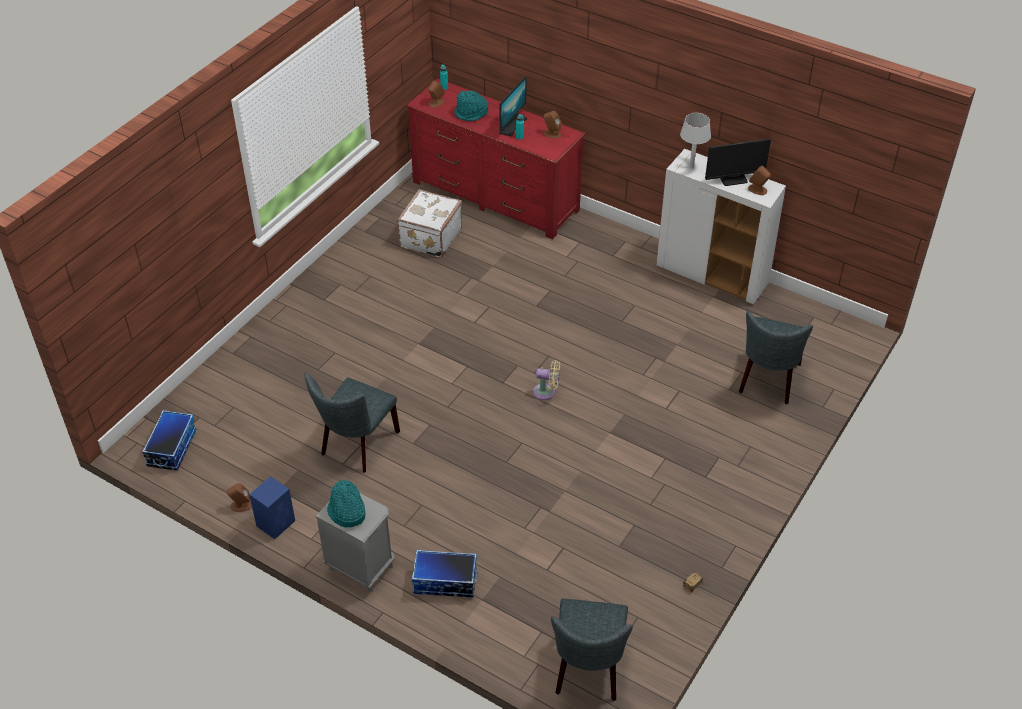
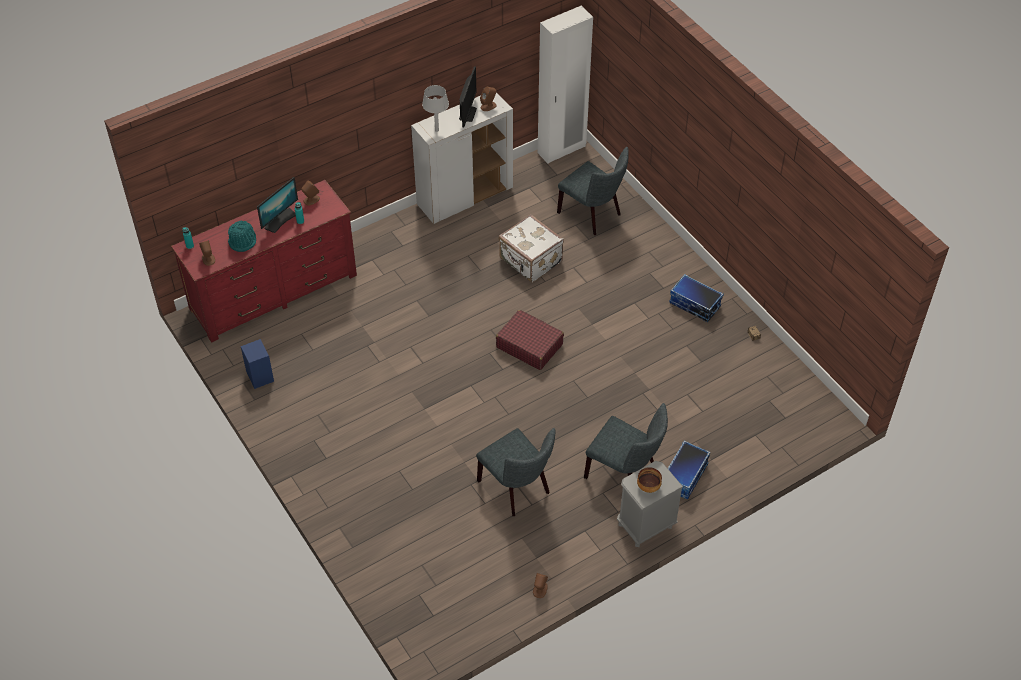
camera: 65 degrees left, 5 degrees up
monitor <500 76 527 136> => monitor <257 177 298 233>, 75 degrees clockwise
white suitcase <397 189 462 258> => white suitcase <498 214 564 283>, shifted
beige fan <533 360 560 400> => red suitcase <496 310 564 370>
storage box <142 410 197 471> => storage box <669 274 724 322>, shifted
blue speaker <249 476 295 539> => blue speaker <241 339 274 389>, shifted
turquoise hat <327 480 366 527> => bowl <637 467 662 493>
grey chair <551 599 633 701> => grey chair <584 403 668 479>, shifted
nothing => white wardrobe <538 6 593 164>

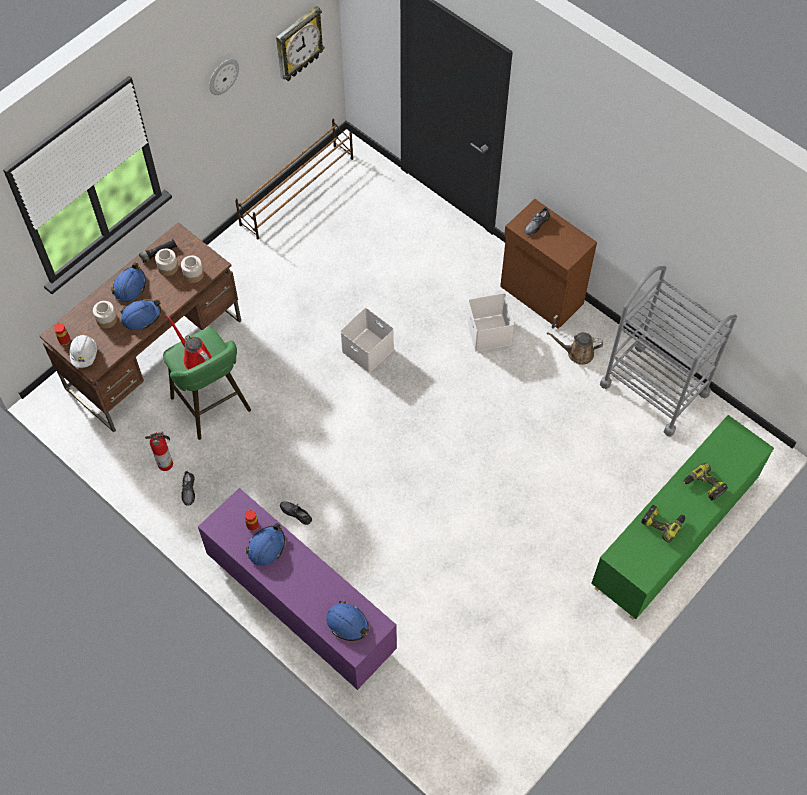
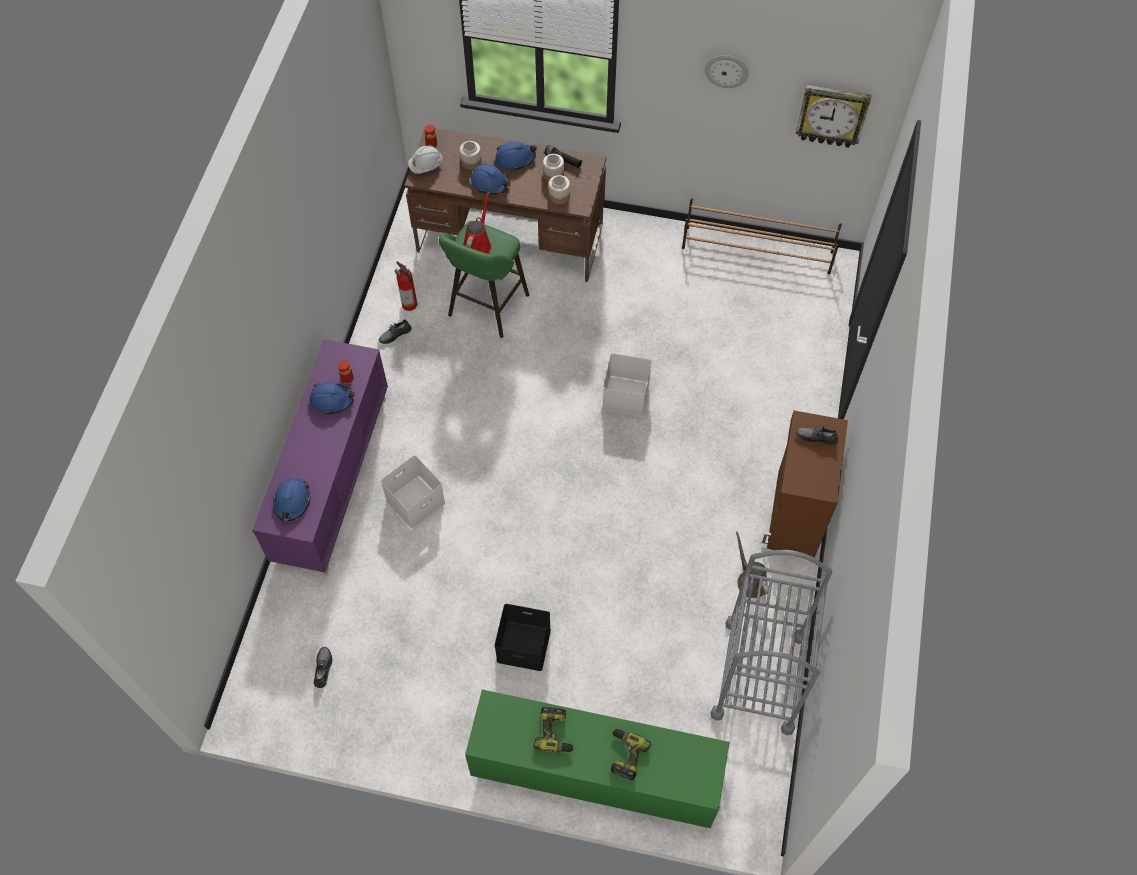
camera: 60 degrees right, 0 degrees up
white storage box <467 293 514 352> => white storage box <381 455 445 529>, shifted
grey shoe <280 501 312 525> => grey shoe <314 647 332 688>, shifted
nothing => black storage box <495 604 551 671>

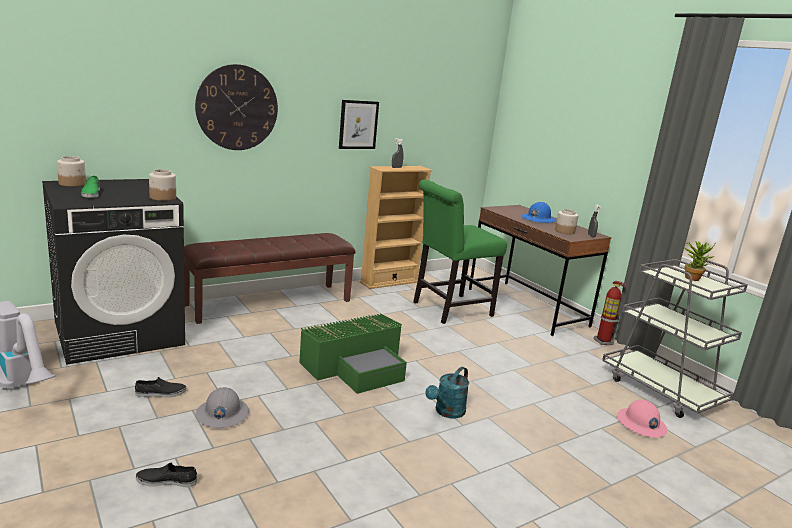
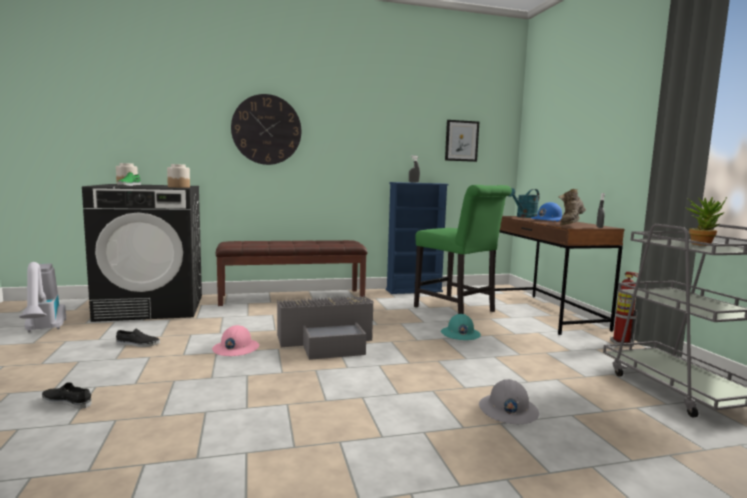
camera: 20 degrees right, 10 degrees down
picture <339 100 379 149> => picture <445 120 479 162>, shifted
beige bookcase <360 166 432 289> => blue bookcase <386 182 449 294>
green chair <413 179 507 324> => green chair <414 185 512 314>, 120 degrees counterclockwise
jar <555 209 578 234> => brown boot <559 189 586 225>
green storage box <299 313 407 394> => grey storage box <277 296 374 360>
turquoise watering can <425 367 469 418> => turquoise watering can <509 188 539 218>, shifted
grey hard hat <196 387 249 428> => grey hard hat <479 379 539 424>, shifted
pink hard hat <617 400 667 438> => pink hard hat <212 325 259 356>, shifted
nothing => turquoise hard hat <441 314 481 340>

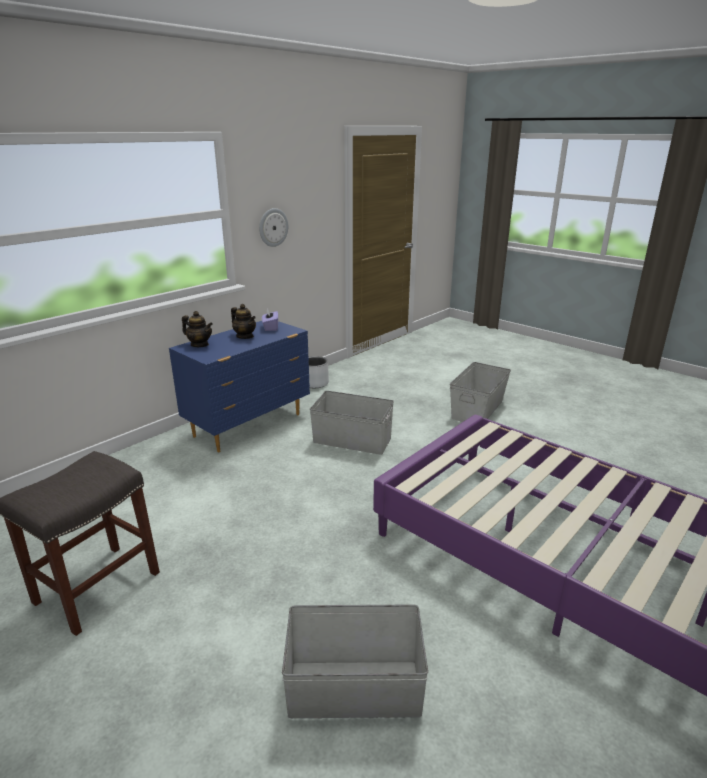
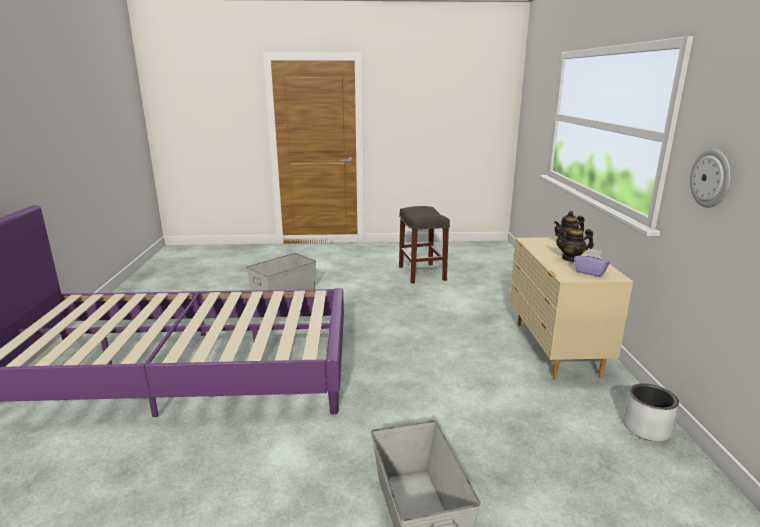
camera: 135 degrees right, 5 degrees down
blue dresser <169 321 310 452> => beige dresser <509 237 633 380>
grey storage box <310 391 394 455> => nothing

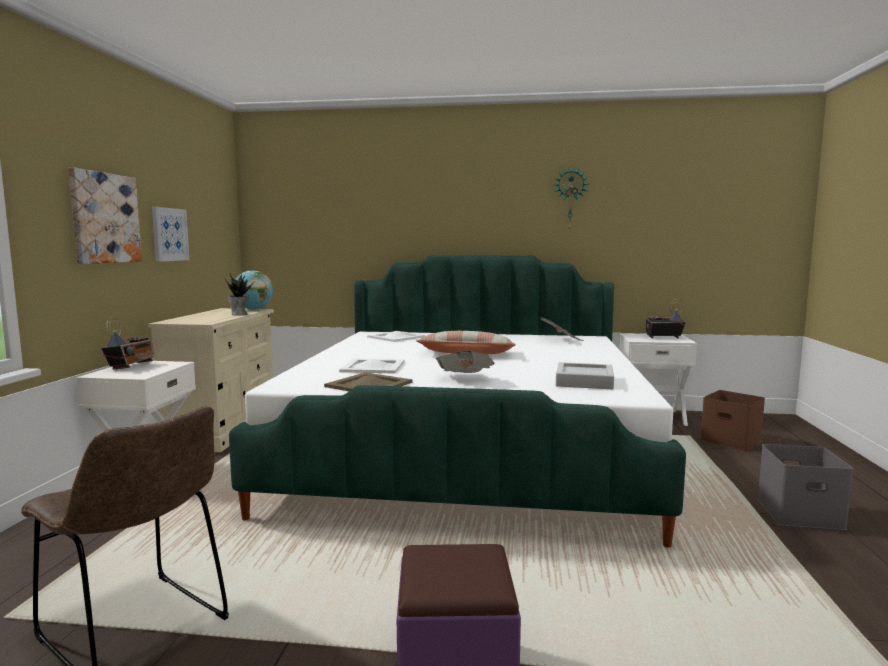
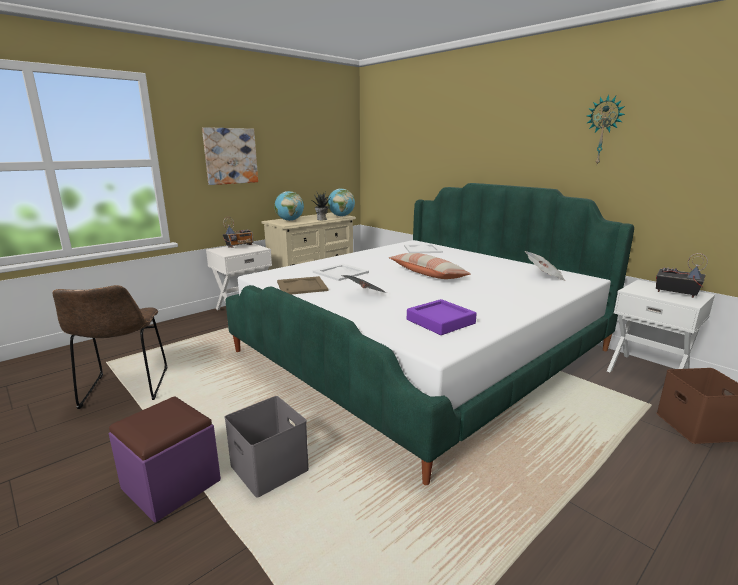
camera: 40 degrees right, 10 degrees up
picture <152 207 189 262> => nothing
grey tray <556 362 614 389> => purple tray <407 299 477 335>
grey storage box <757 444 854 530> => grey storage box <225 396 309 498>, shifted
nothing => globe <274 191 304 221>

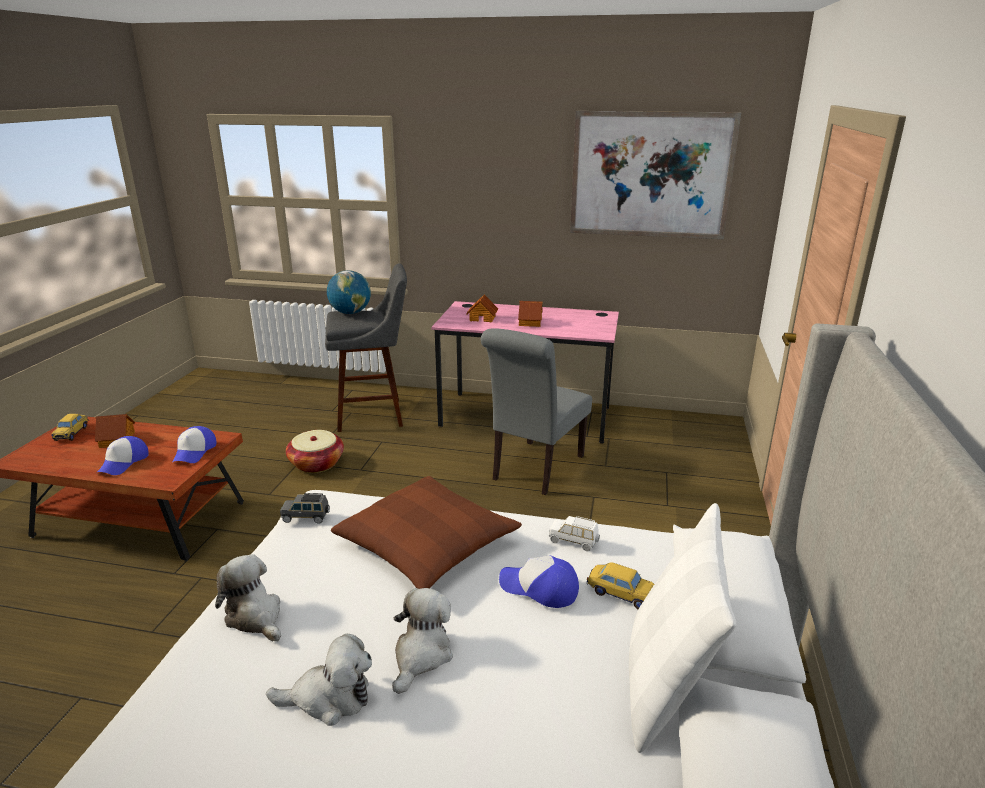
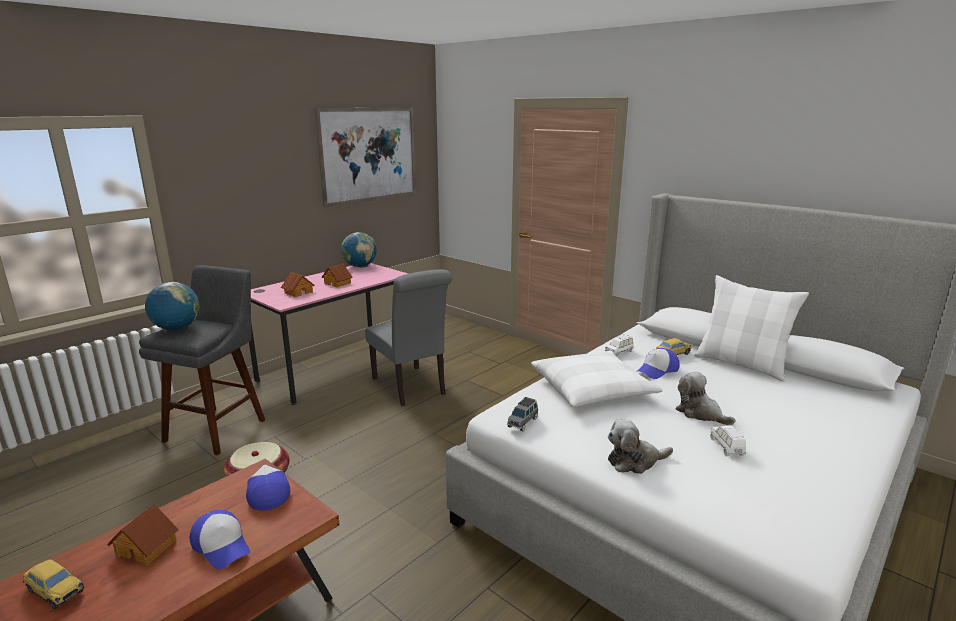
camera: 60 degrees left, 5 degrees down
cap <172 426 216 463> => cap <246 465 290 511>, 150 degrees counterclockwise
brown pillow <331 476 522 589> => white pillow <531 351 663 407>
plush toy <266 634 372 726> => white toy car <710 426 746 456>
nothing => globe <341 232 377 267>

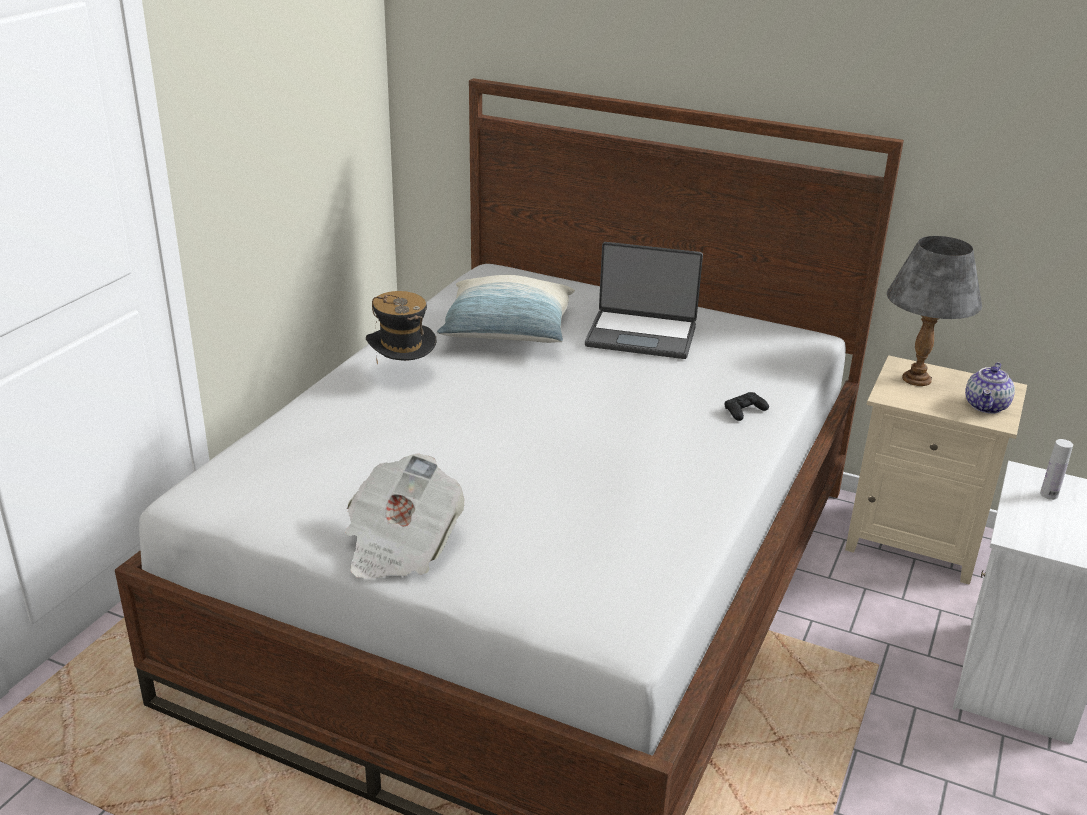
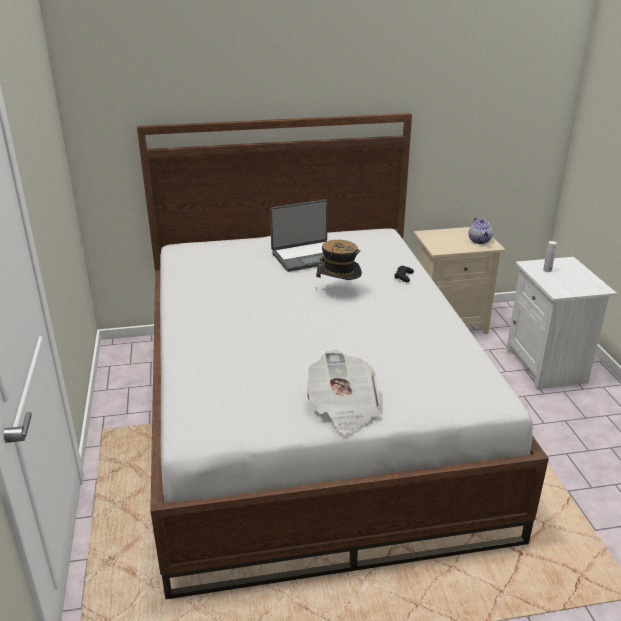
camera: 35 degrees left, 0 degrees up
grey table lamp <887 236 982 386> => nothing
pillow <437 275 575 343> => nothing
hat <366 291 437 365> => hat <316 240 362 291>, shifted

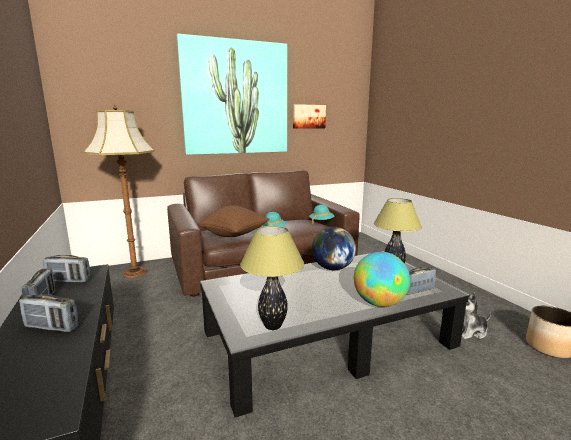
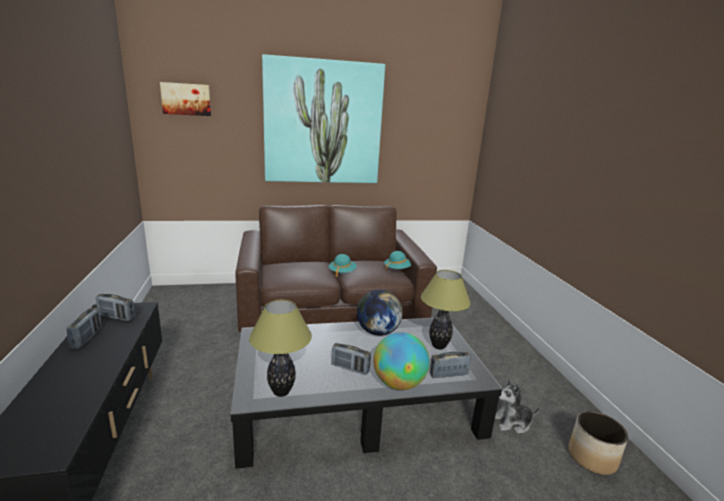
camera: 10 degrees right, 5 degrees up
picture <293 104 326 129> => picture <160 82 211 116>, shifted
floor lamp <83 105 155 278> => nothing
brown pillow <197 205 269 237> => nothing
radio <19 294 79 332> => radio <332 343 371 375>, shifted

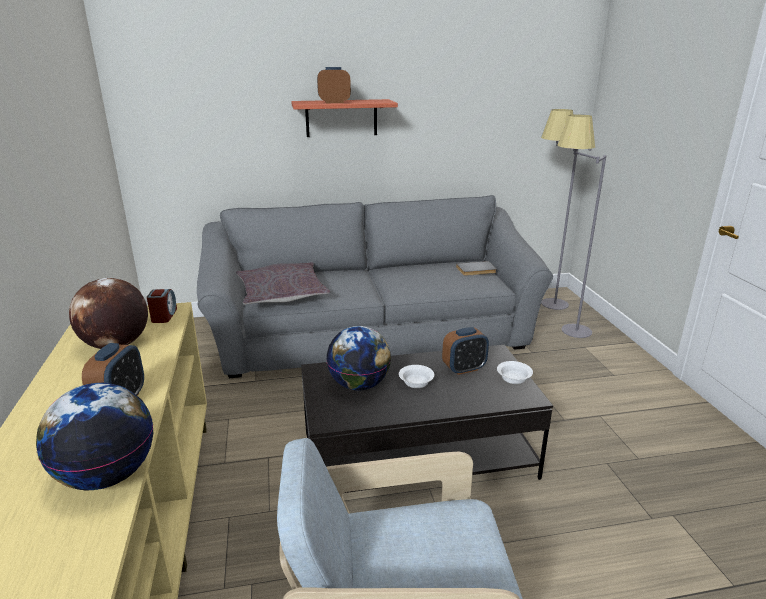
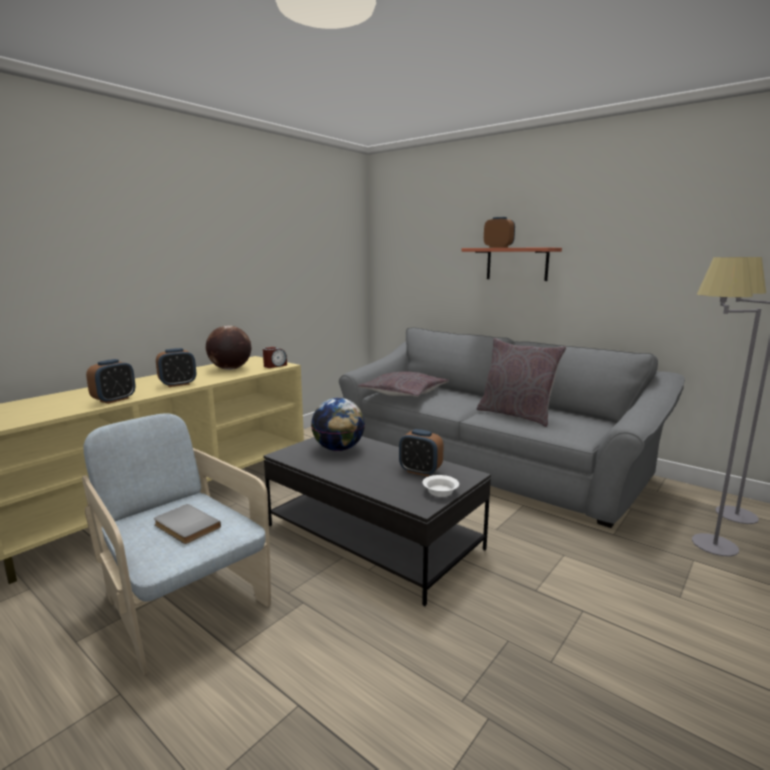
camera: 50 degrees right, 10 degrees down
grey book <456 261 497 276> => grey book <154 504 221 544>, shifted
white bowl <399 365 434 388> => nothing
globe <36 383 153 490> => alarm clock <86 359 135 404>
nothing => grey pillow <476 338 566 427>

